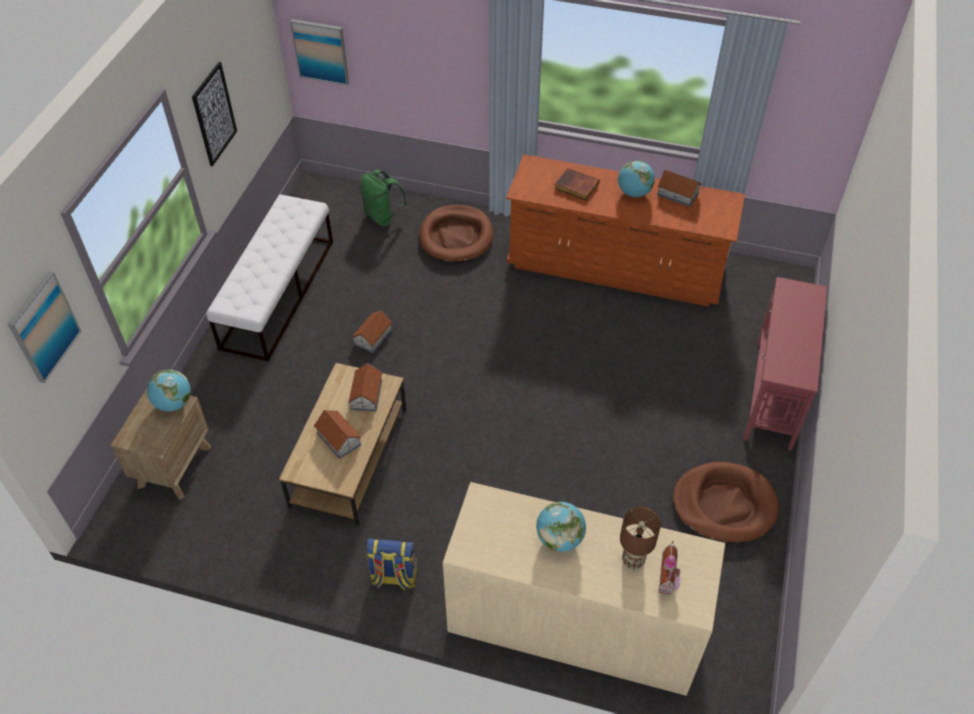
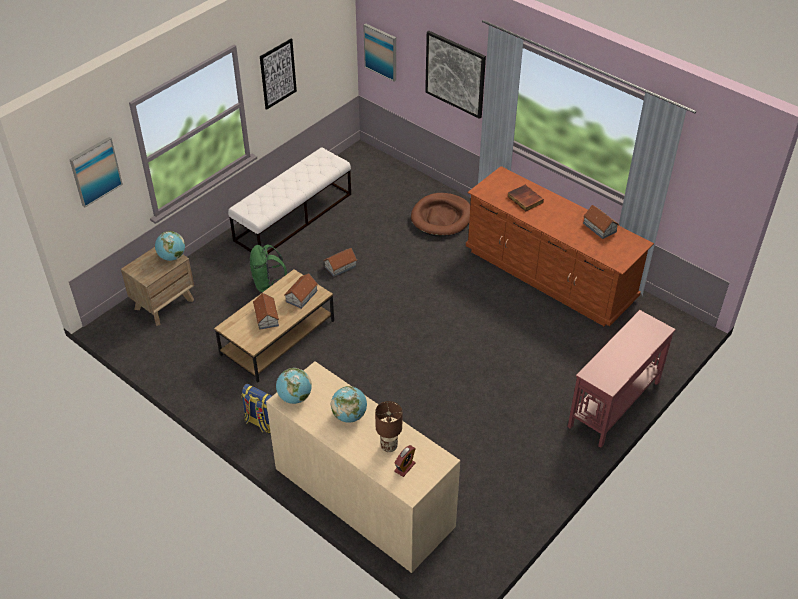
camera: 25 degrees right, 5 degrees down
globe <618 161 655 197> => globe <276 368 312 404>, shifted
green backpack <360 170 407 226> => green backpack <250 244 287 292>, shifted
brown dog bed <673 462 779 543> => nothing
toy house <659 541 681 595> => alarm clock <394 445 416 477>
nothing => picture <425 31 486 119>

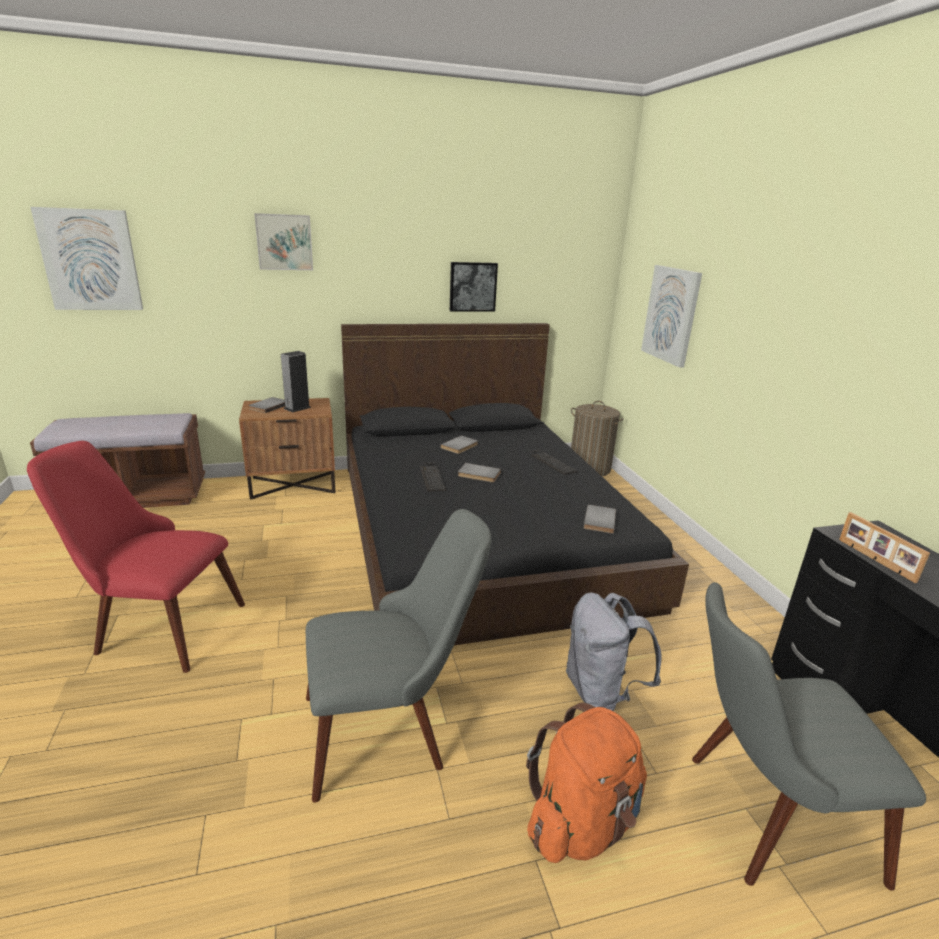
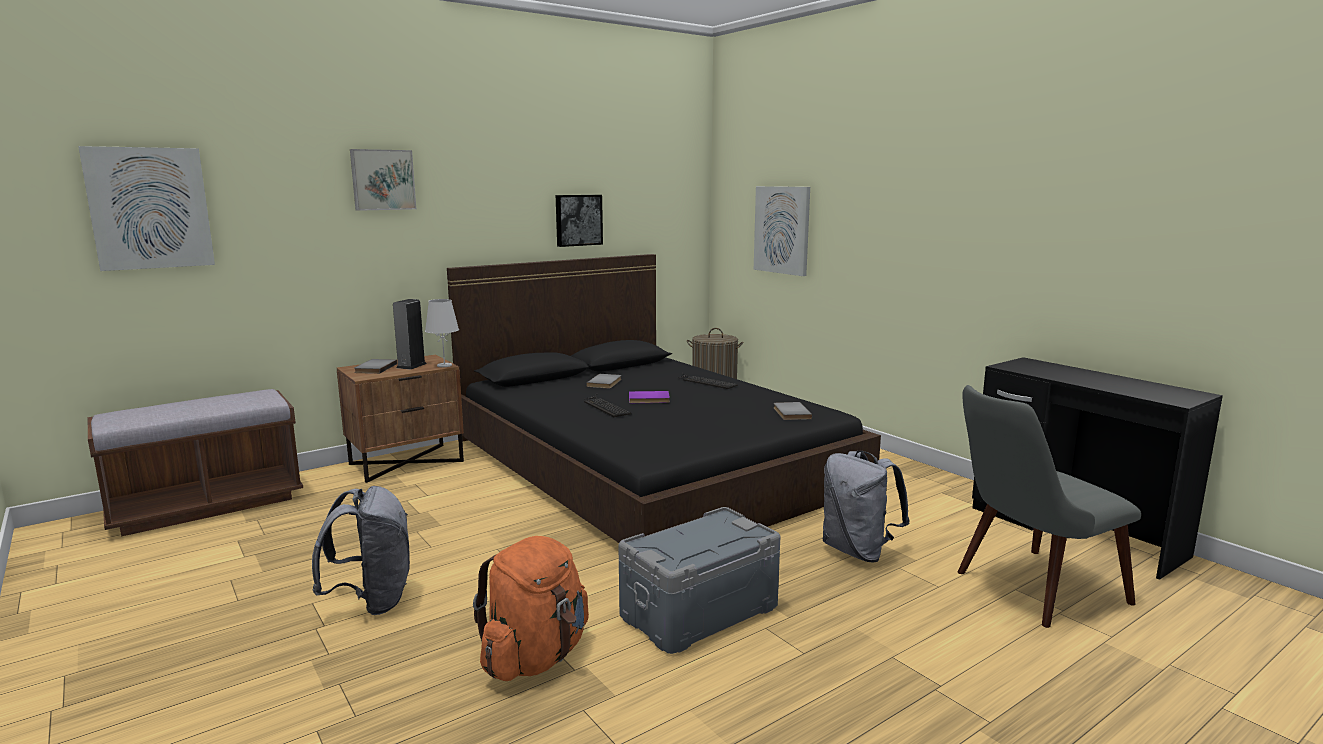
camera: 20 degrees left, 10 degrees down
red chair <27 441 245 673> => grey backpack <312 486 410 615>
grey book <458 463 501 482> => purple book <629 391 670 403>
grey chair <306 509 491 802> => grey storage box <618 507 780 654>
picture frame <839 512 930 583> => nothing
orange backpack <526 703 647 863> => orange backpack <473 536 589 681>, shifted
nothing => white table lamp <425 299 459 367>

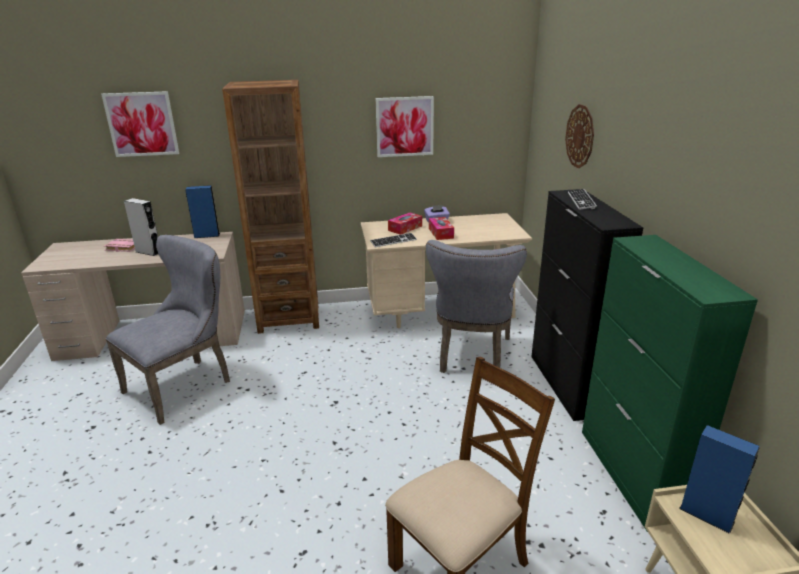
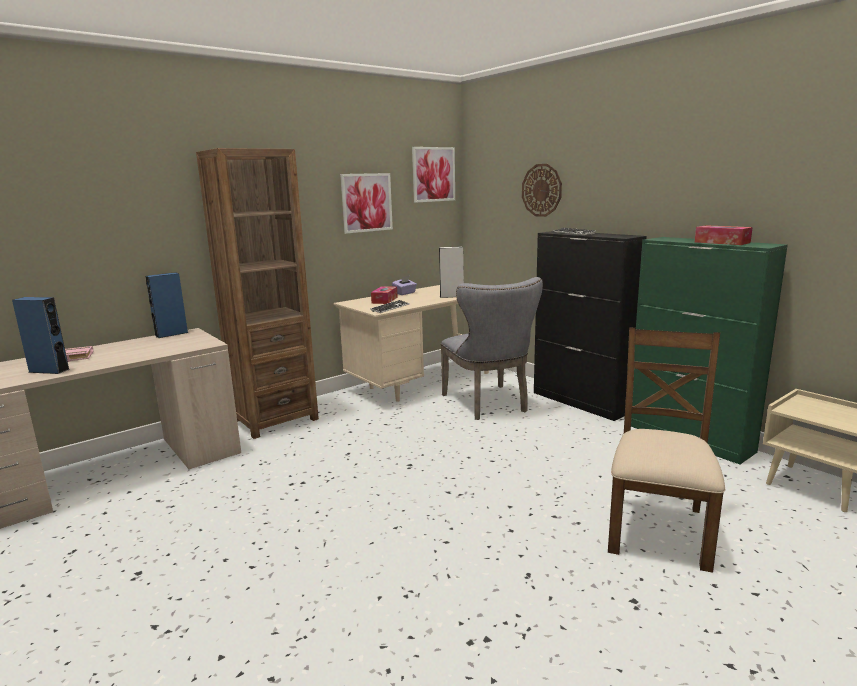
camera: 30 degrees left, 10 degrees down
picture <101 91 179 157> => picture <412 147 455 203>, shifted
grey speaker <124 198 158 256> => grey speaker <439 246 464 298>, shifted
tissue box <429 217 454 240> => tissue box <695 225 753 245>, shifted
grey chair <106 235 230 425> => nothing
blue speaker <679 425 760 534> => blue speaker <12 297 70 374>, shifted

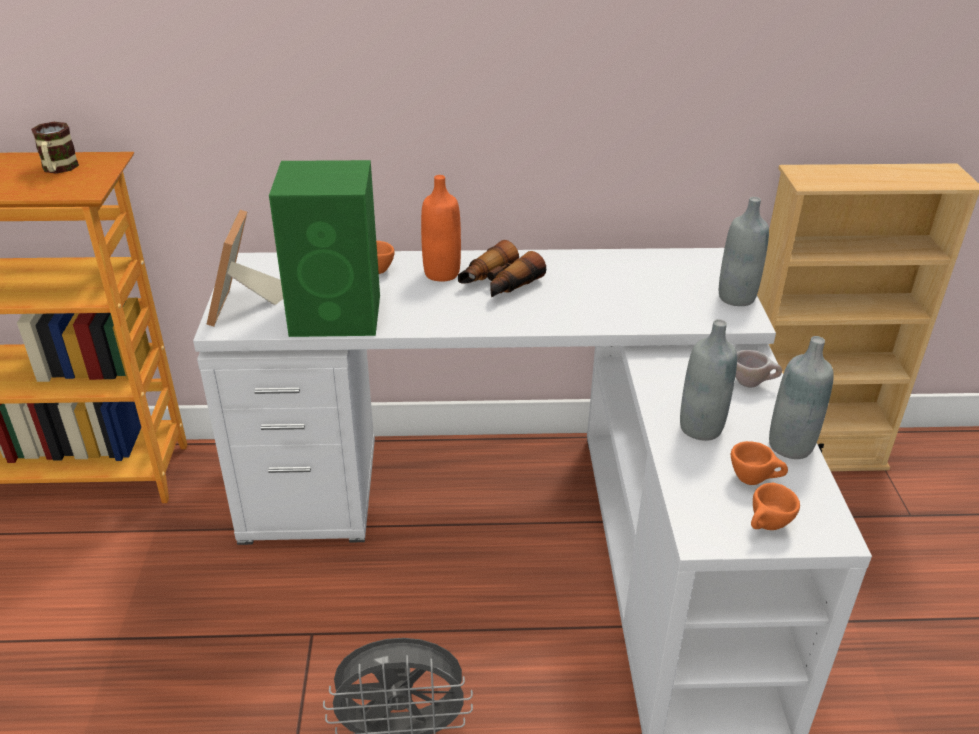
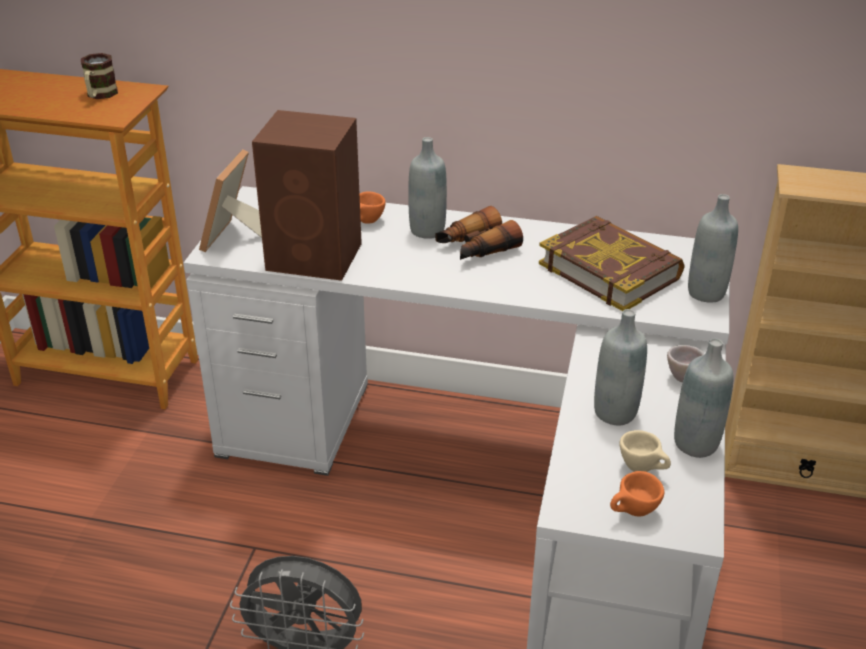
camera: 15 degrees right, 0 degrees up
green speaker <269 160 380 337> => brown speaker <252 110 362 281>
orange bottle <421 175 461 281> => grey bottle <408 137 447 239>
orange cup <731 441 788 485> => beige cup <620 430 671 472>
nothing => book <539 216 684 311>

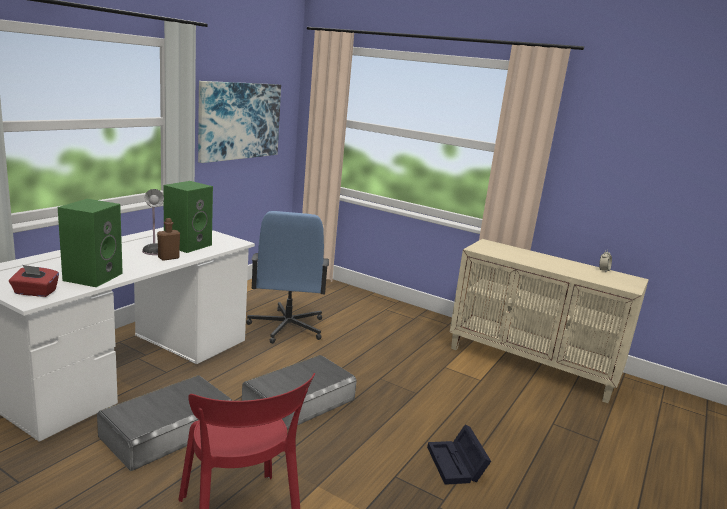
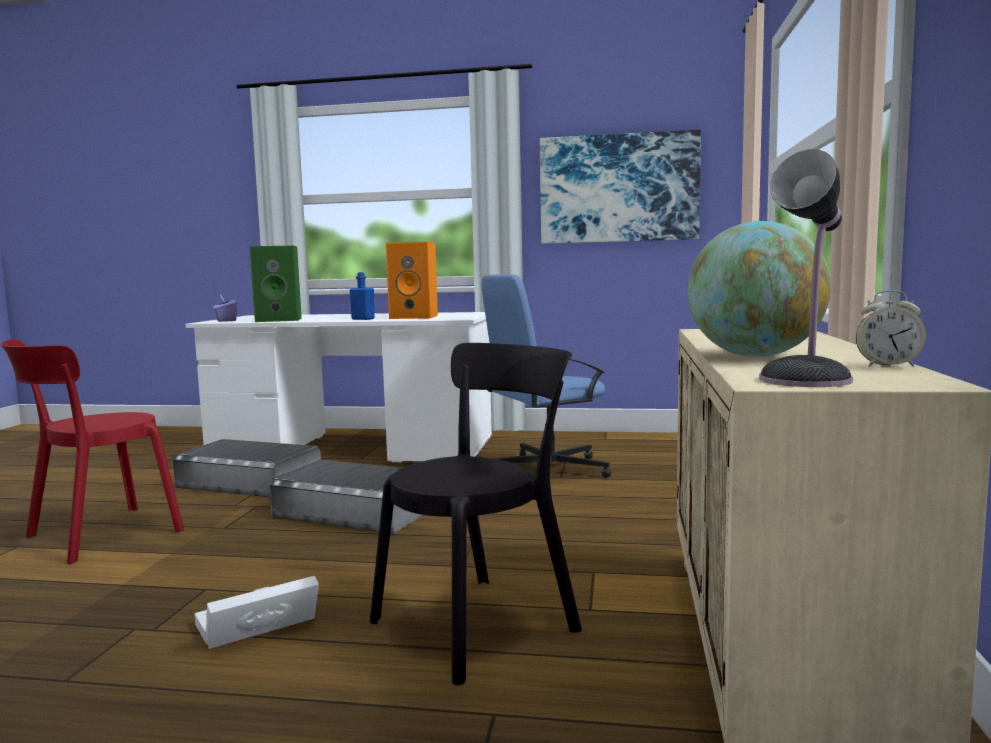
camera: 70 degrees right, 10 degrees down
green speaker <163 181 213 253> => orange speaker <386 242 438 319>
table lamp <142 189 164 255> => table lamp <759 149 853 387>, shifted
brown bottle <157 218 180 261> => blue bottle <350 272 375 320>
red tissue box <9 265 59 297> => purple tissue box <213 294 237 322>
black storage box <427 425 491 485> => white storage box <194 576 319 649>
nothing => globe <688 221 831 357>
nothing => black chair <370 343 582 686>

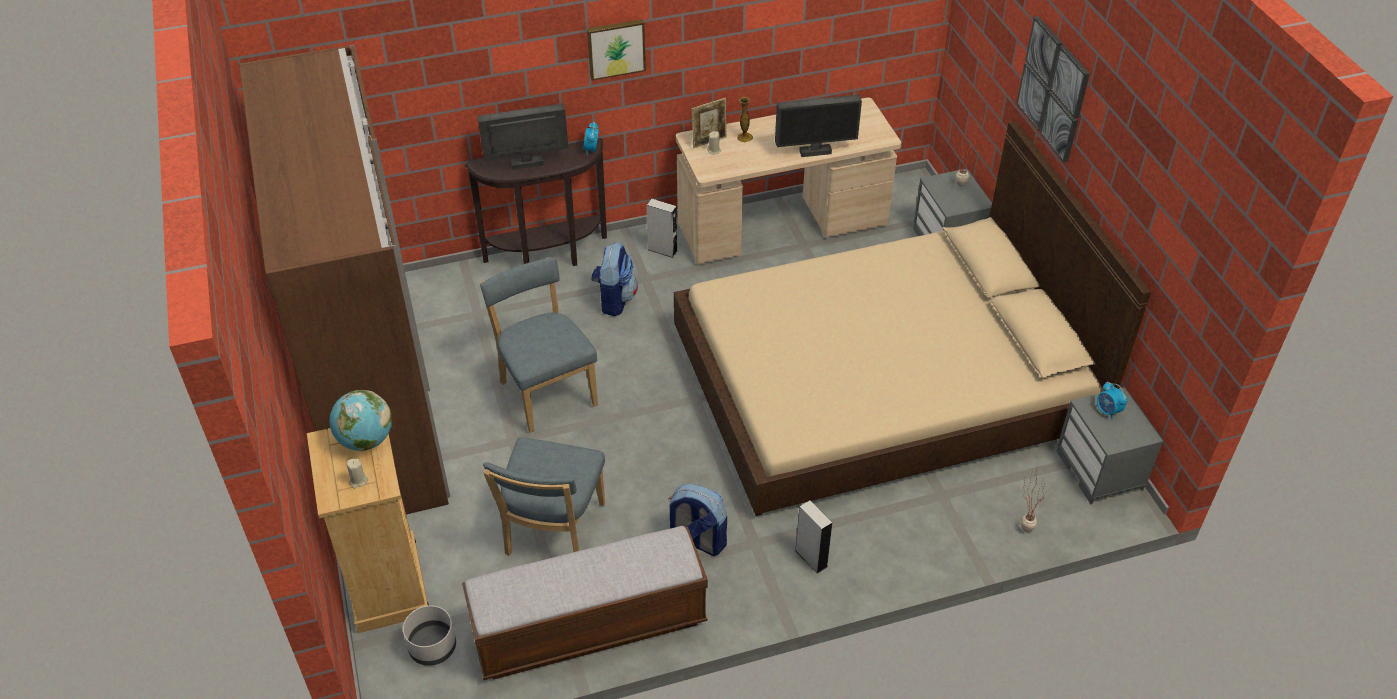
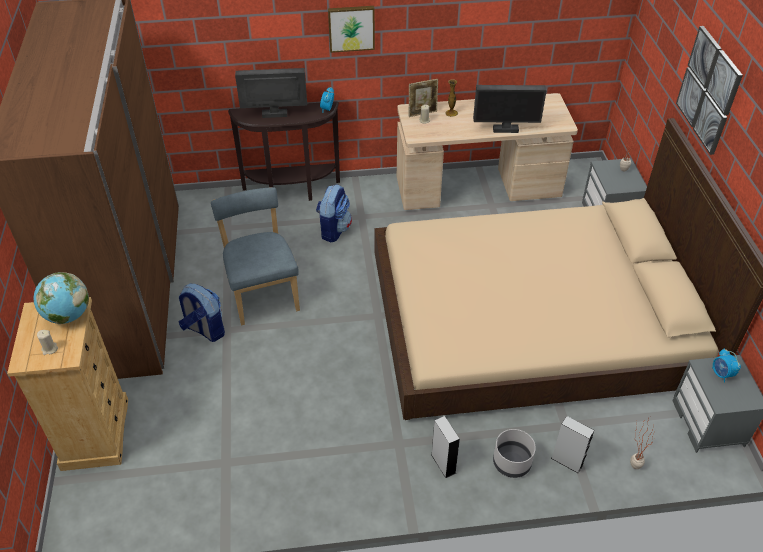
camera: 10 degrees right, 0 degrees up
grey speaker <647 199 678 258> => grey speaker <551 416 594 473>, shifted
blue chair <483 437 605 556> => nothing
backpack <668 484 727 556> => backpack <179 284 225 342>, shifted
bench <462 526 708 680> => nothing
grey planter <403 605 456 666> => grey planter <493 429 536 478>, shifted

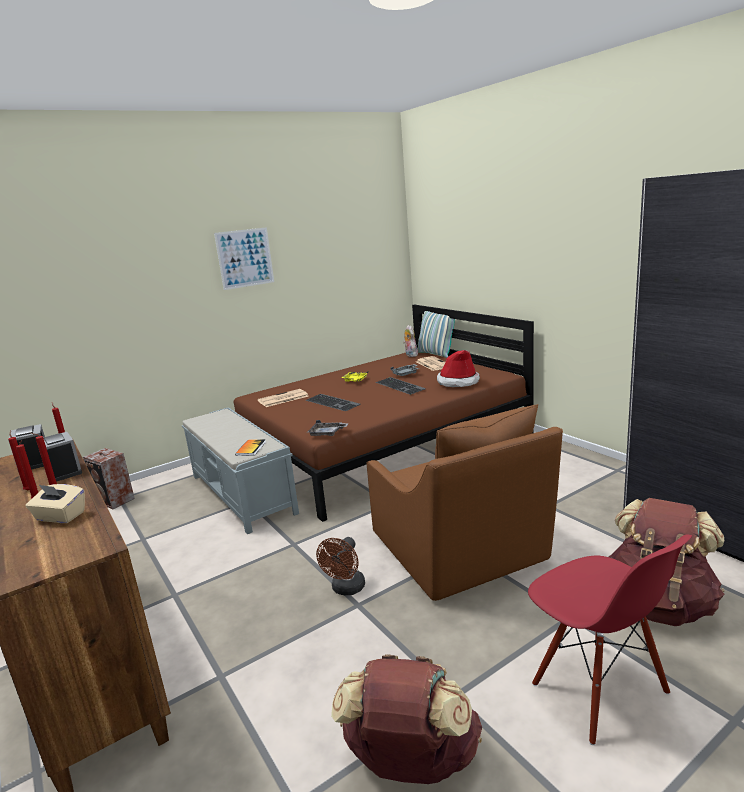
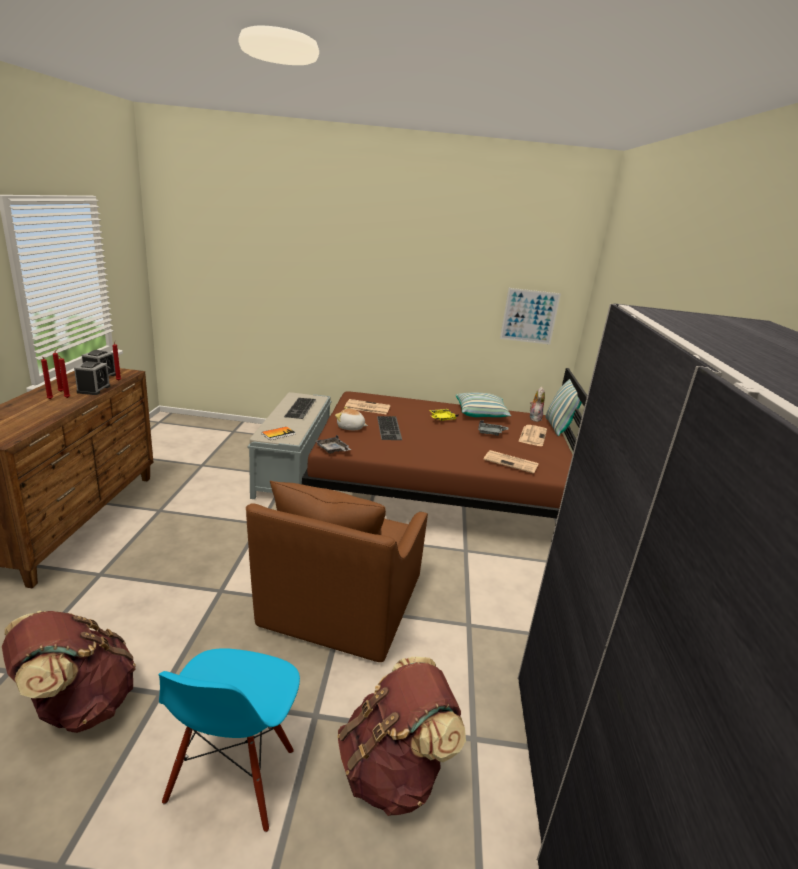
camera: 35 degrees right, 5 degrees up
picture <214 227 274 290> => picture <500 288 561 345>, shifted
hat <437 350 480 387> => newspaper <483 450 539 474>
keyboard <375 377 426 395> => keyboard <284 398 316 419>, shifted
speaker <83 448 135 509> => nothing
beige tissue box <26 484 85 523> => nothing
red chair <528 534 692 745> => blue chair <158 648 300 832>
brown fan <316 537 365 595> => nothing
nothing => pillow <456 392 512 417>
nothing => plush toy <335 407 368 430>

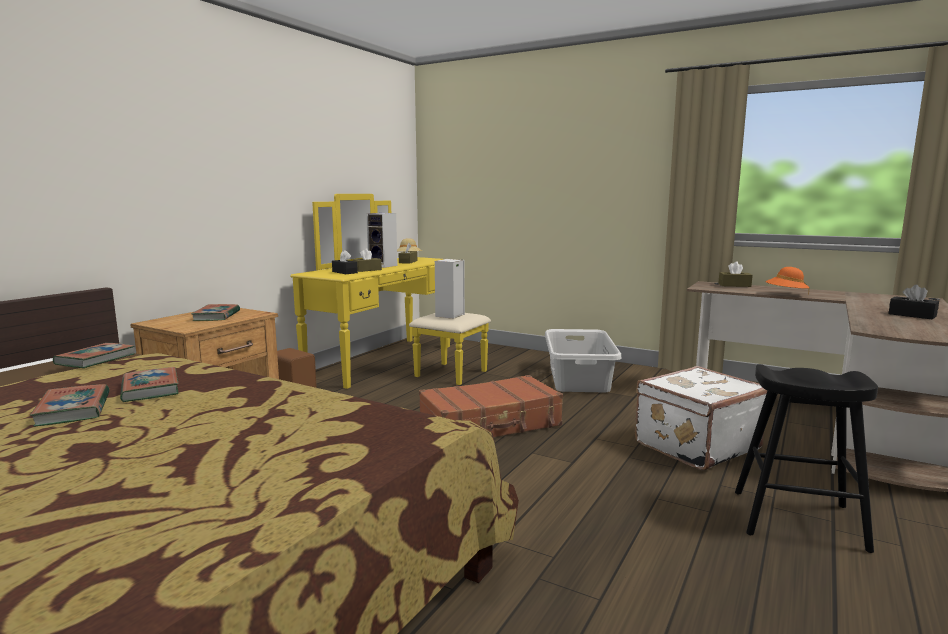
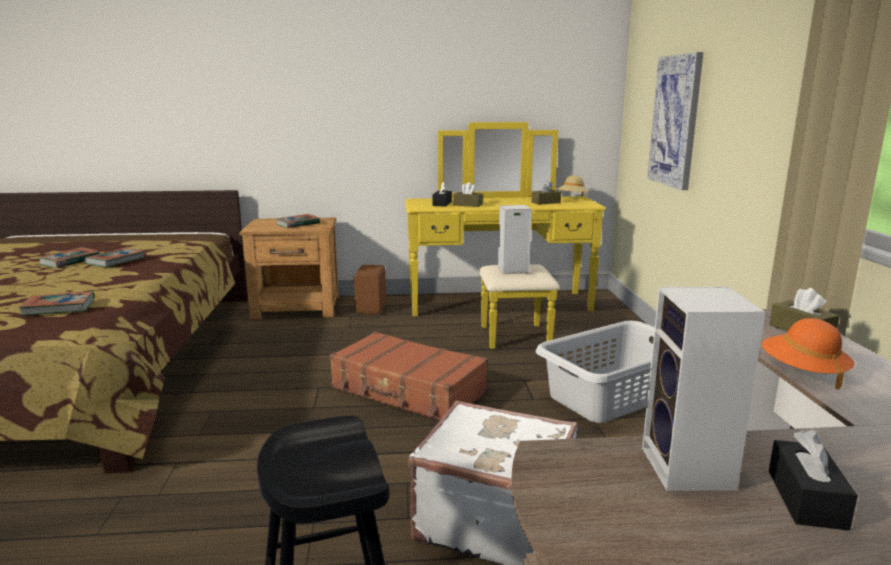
camera: 55 degrees right, 5 degrees up
speaker <366 213 398 268> => speaker <642 287 765 491>, shifted
book <53 343 135 368> => book <19 292 95 316>, shifted
nothing => picture <647 52 703 190>

